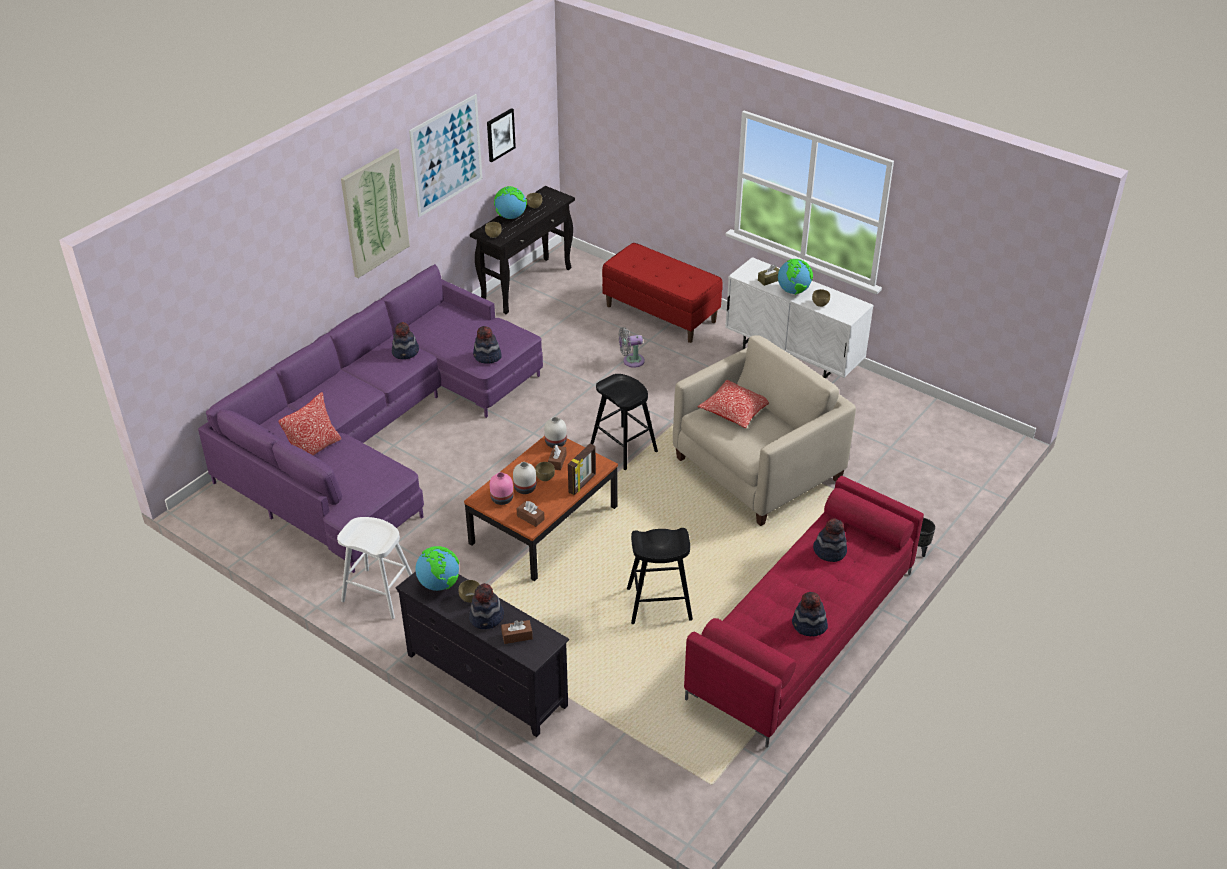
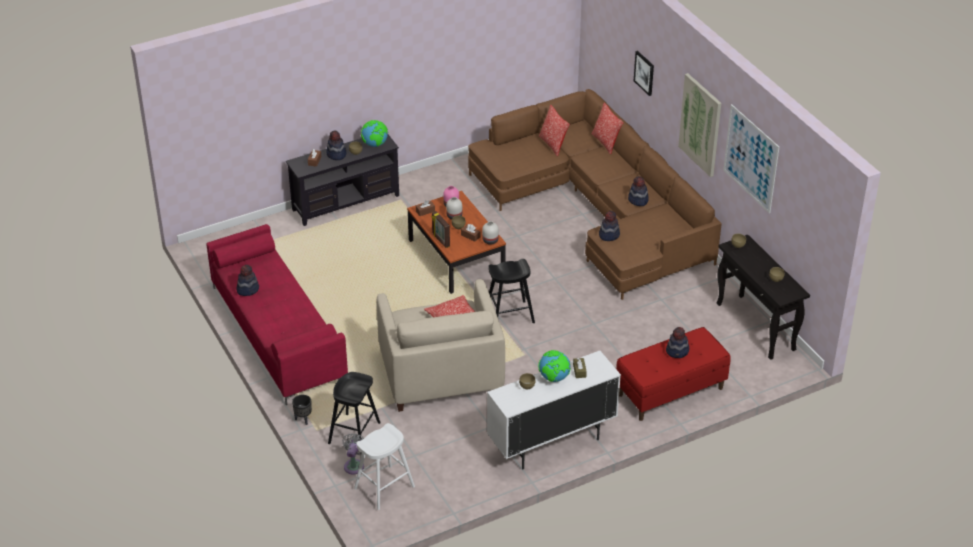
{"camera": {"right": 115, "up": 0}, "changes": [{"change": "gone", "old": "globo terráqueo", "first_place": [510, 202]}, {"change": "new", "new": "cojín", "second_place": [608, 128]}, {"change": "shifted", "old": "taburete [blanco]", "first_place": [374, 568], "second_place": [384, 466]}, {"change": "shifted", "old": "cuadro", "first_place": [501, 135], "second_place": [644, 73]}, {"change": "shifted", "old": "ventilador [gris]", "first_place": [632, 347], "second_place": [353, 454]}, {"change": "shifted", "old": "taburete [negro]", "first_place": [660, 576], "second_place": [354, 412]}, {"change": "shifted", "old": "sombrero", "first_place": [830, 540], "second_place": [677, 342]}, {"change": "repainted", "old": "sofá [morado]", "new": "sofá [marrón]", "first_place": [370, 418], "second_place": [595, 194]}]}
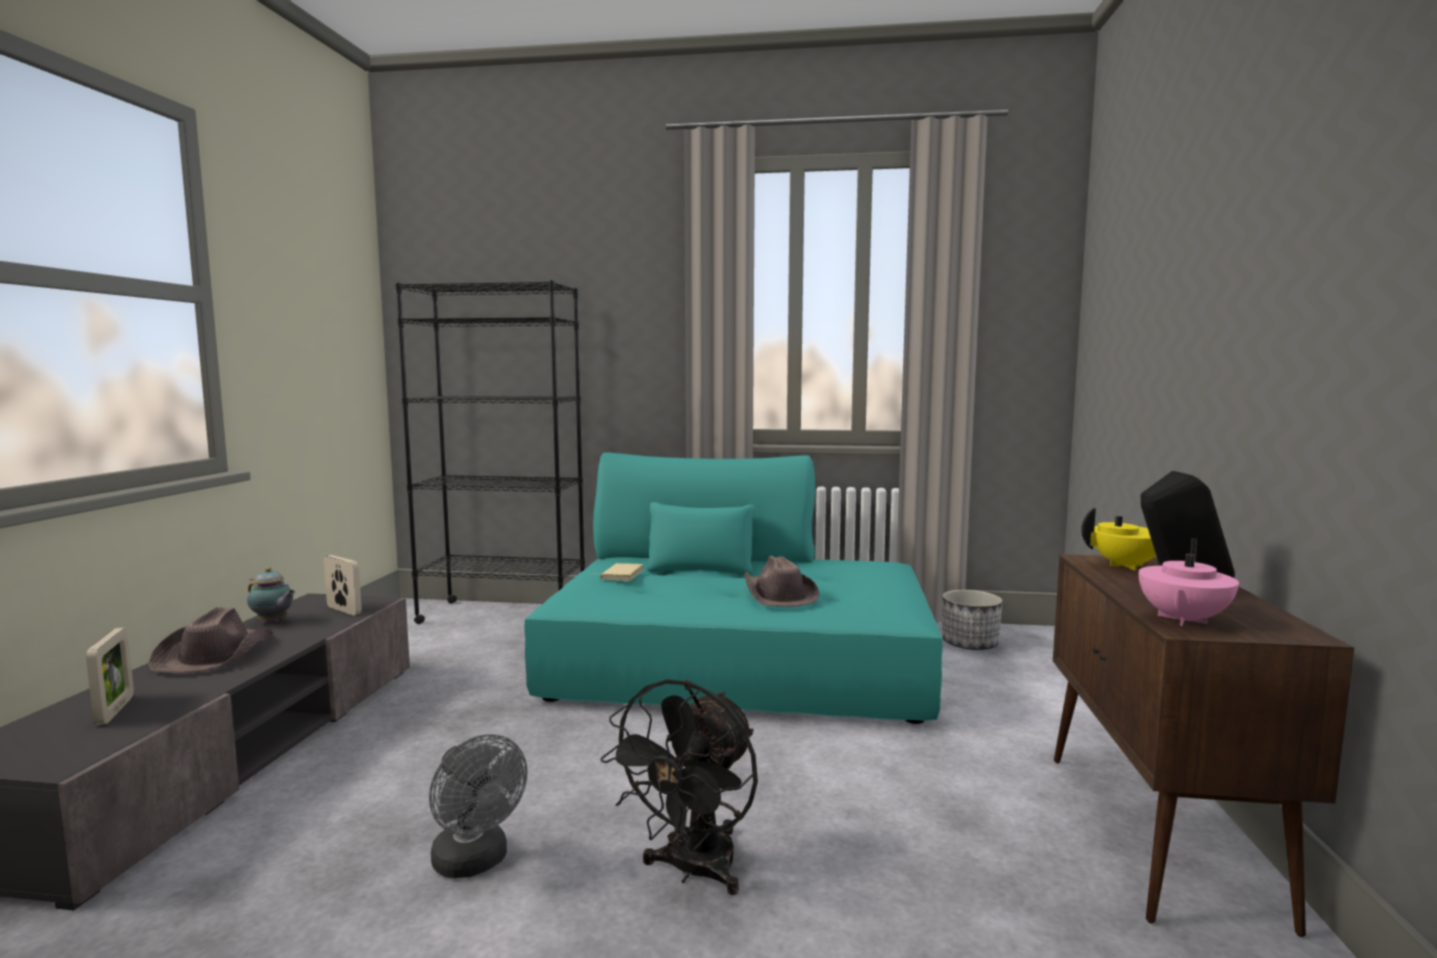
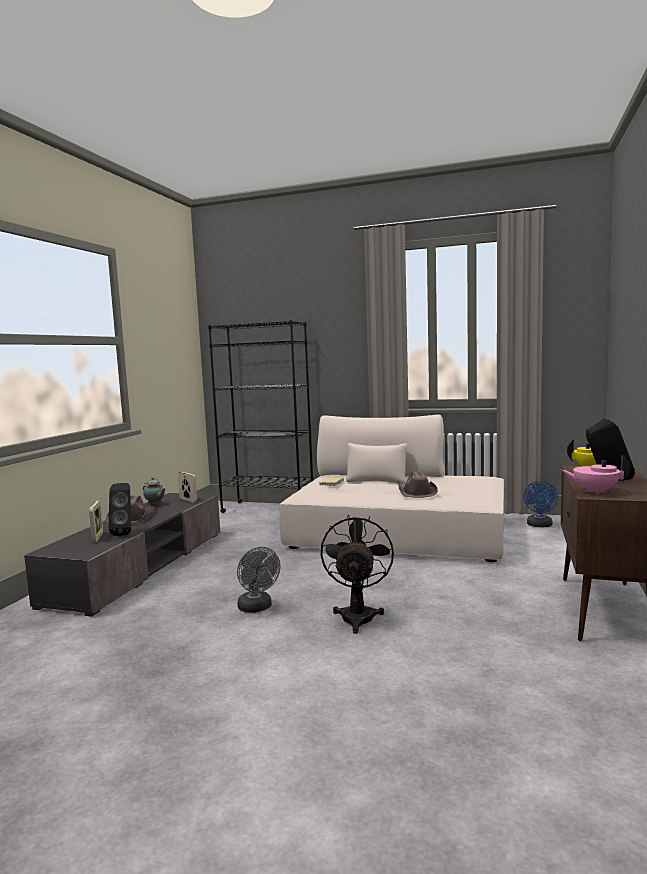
{"camera": {"right": 10, "up": 0}, "changes": [{"change": "new", "new": "altavoz [negro]", "second_place": [119, 509]}, {"change": "swapped", "old": "maceta", "new": "ventilador [azul]", "first_place": [972, 620], "second_place": [540, 504]}, {"change": "repainted", "old": "sofá [turquesa]", "new": "sofá [beis]", "first_place": [733, 588], "second_place": [391, 488]}, {"change": "rotated", "old": "ventilador [negro]", "first_place": [679, 787], "second_place": [357, 574], "degrees": 150}, {"change": "rotated", "old": "tetera [rosa]", "first_place": [1189, 582], "second_place": [595, 475], "degrees": 60}]}
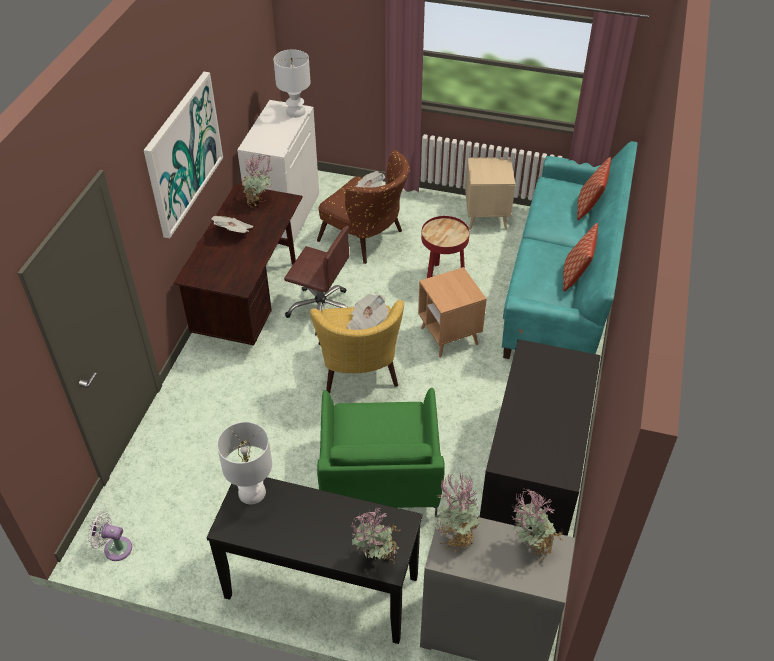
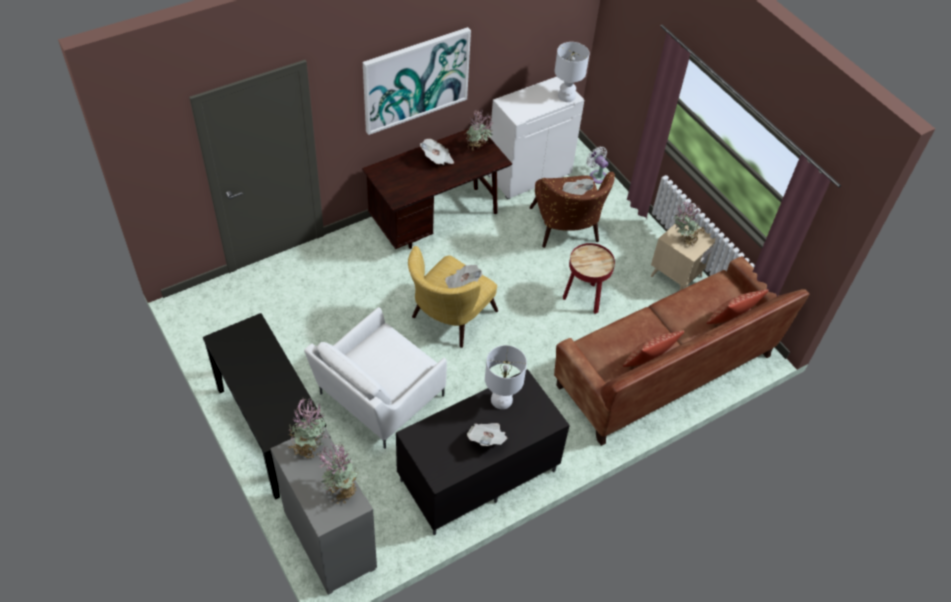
{"camera": {"right": 40, "up": 5}, "changes": [{"change": "gone", "old": "silla de oficina [marrón]", "first_place": [316, 281]}, {"change": "gone", "old": "mesa auxiliar [marrón]", "first_place": [452, 312]}, {"change": "new", "new": "periódico", "second_place": [487, 434]}, {"change": "shifted", "old": "ventilador [blanco]", "first_place": [110, 536], "second_place": [597, 165]}, {"change": "shifted", "old": "lámpara de mesa [blanco]", "first_place": [244, 463], "second_place": [506, 377]}, {"change": "shifted", "old": "planta en maceta", "first_place": [376, 536], "second_place": [689, 224]}, {"change": "repainted", "old": "sillón [verde]", "new": "sillón [blanco]", "first_place": [381, 451], "second_place": [375, 378]}, {"change": "repainted", "old": "sofá [turquesa]", "new": "sofá [marrón]", "first_place": [570, 250], "second_place": [681, 351]}]}
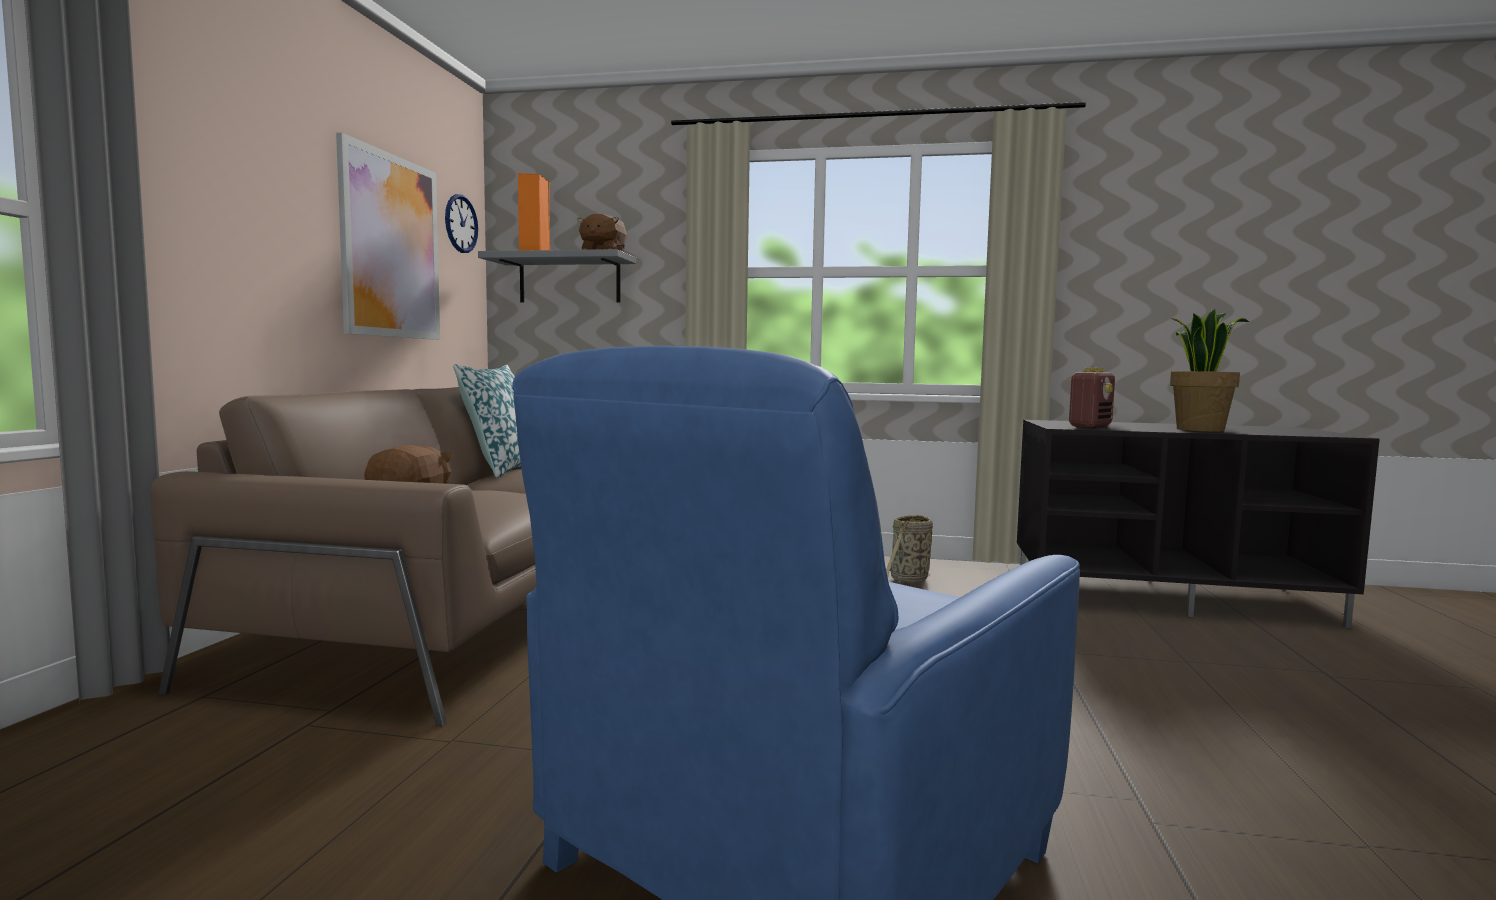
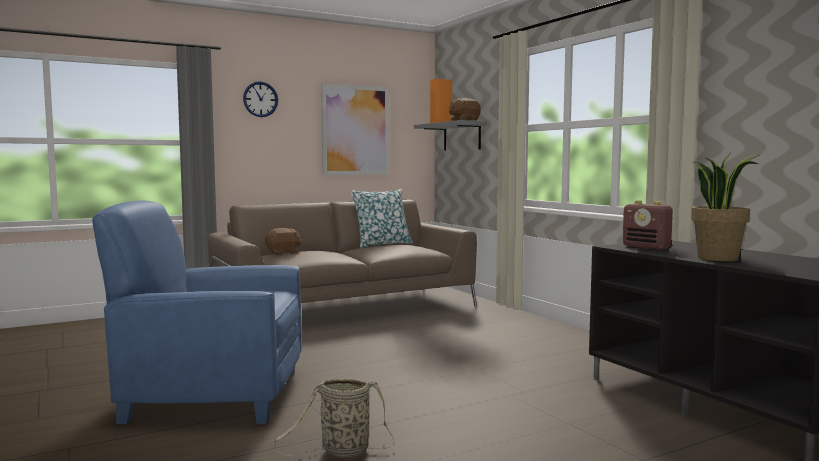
{"camera": {"right": 50, "up": 0}, "changes": [{"change": "shifted", "old": "reloj de pared", "first_place": [461, 223], "second_place": [260, 99]}, {"change": "shifted", "old": "cesta", "first_place": [909, 549], "second_place": [333, 418]}, {"change": "rotated", "old": "radio", "first_place": [1092, 398], "second_place": [648, 225], "degrees": 45}]}
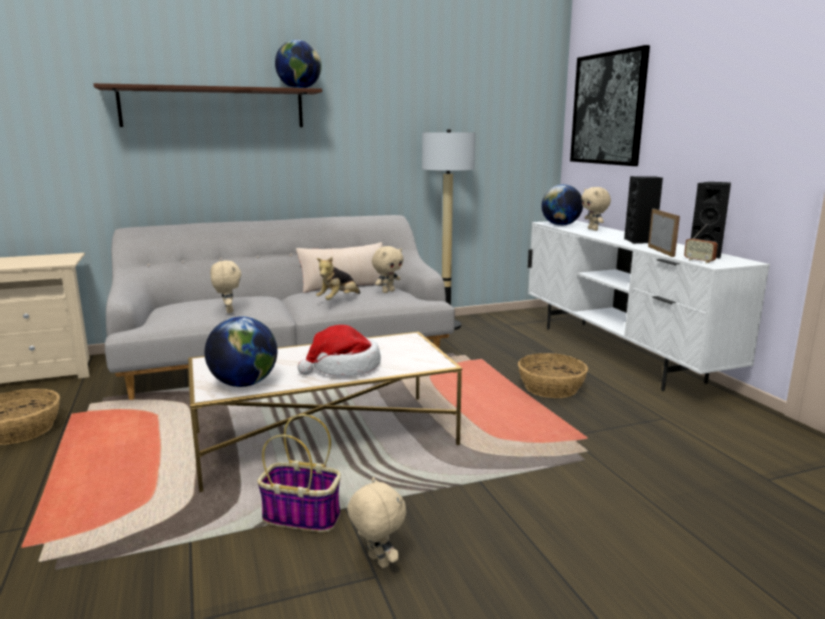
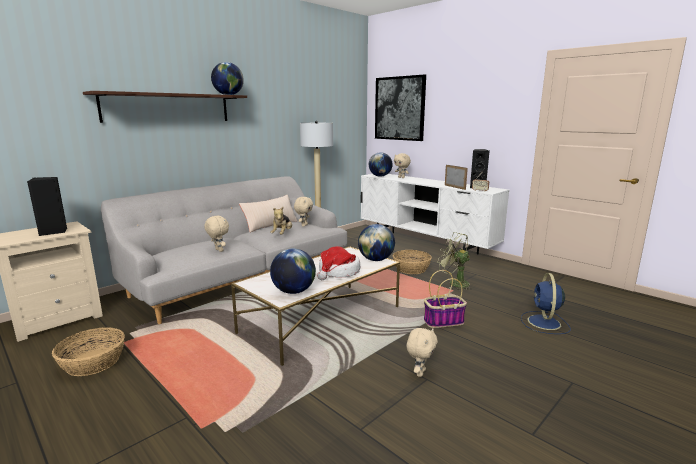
{"camera": {"right": -25, "up": 0}, "changes": [{"change": "new", "new": "globo terráqueo", "second_place": [376, 242]}, {"change": "new", "new": "ventilador [verde]", "second_place": [455, 261]}, {"change": "new", "new": "ventilador [azul]", "second_place": [546, 303]}, {"change": "shifted", "old": "cesta", "first_place": [299, 473], "second_place": [445, 299]}, {"change": "shifted", "old": "altavoz [negro]", "first_place": [643, 210], "second_place": [47, 206]}, {"change": "rotated", "old": "peluche [beis]", "first_place": [376, 522], "second_place": [421, 352], "degrees": 90}]}
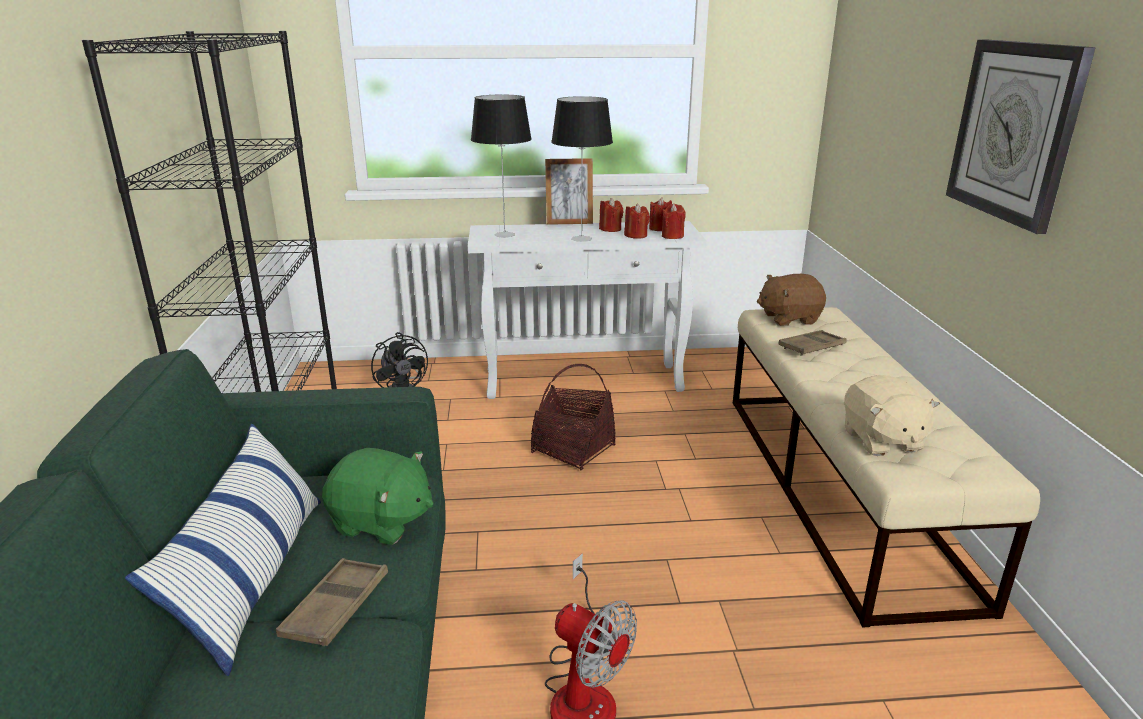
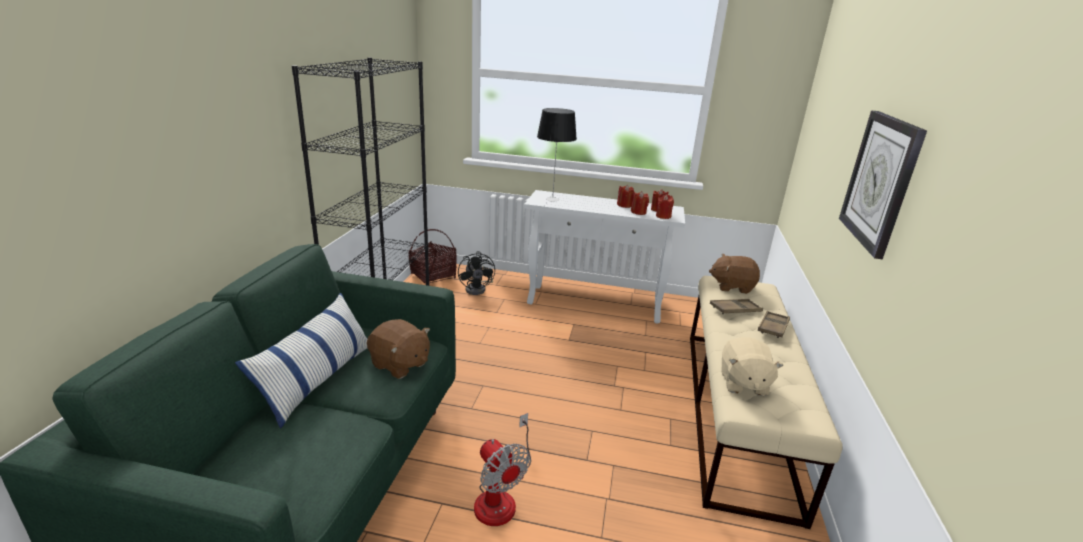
{"camera": {"right": 15, "up": 0}, "changes": [{"change": "gone", "old": "portarretratos", "first_place": [569, 191]}, {"change": "gone", "old": "lámpara de mesa", "first_place": [582, 169]}, {"change": "shifted", "old": "bandeja [marrón]", "first_place": [332, 602], "second_place": [774, 324]}, {"change": "shifted", "old": "cesta", "first_place": [573, 417], "second_place": [432, 256]}, {"change": "repainted", "old": "peluche [verde]", "new": "peluche [marrón]", "first_place": [377, 496], "second_place": [398, 349]}]}
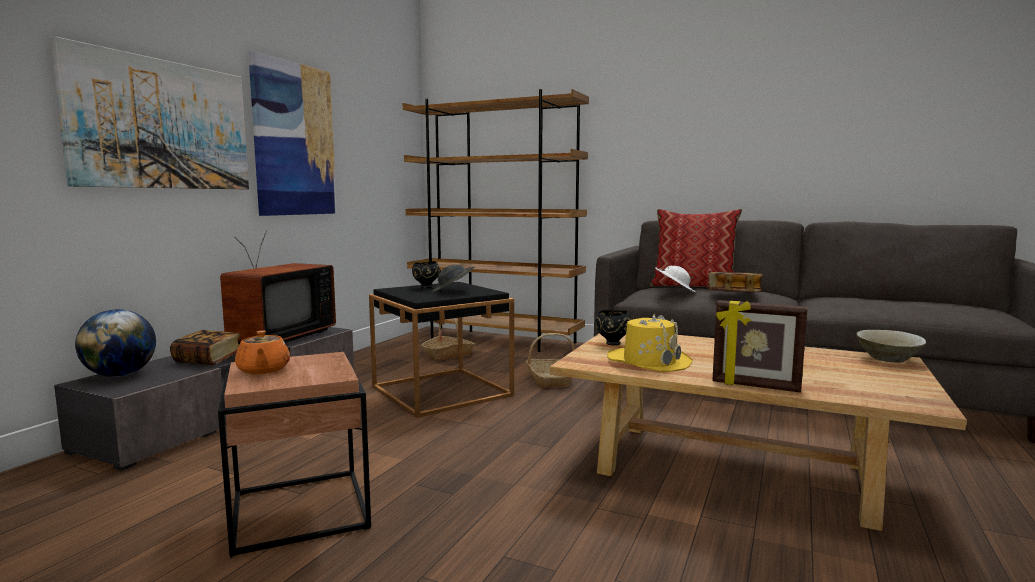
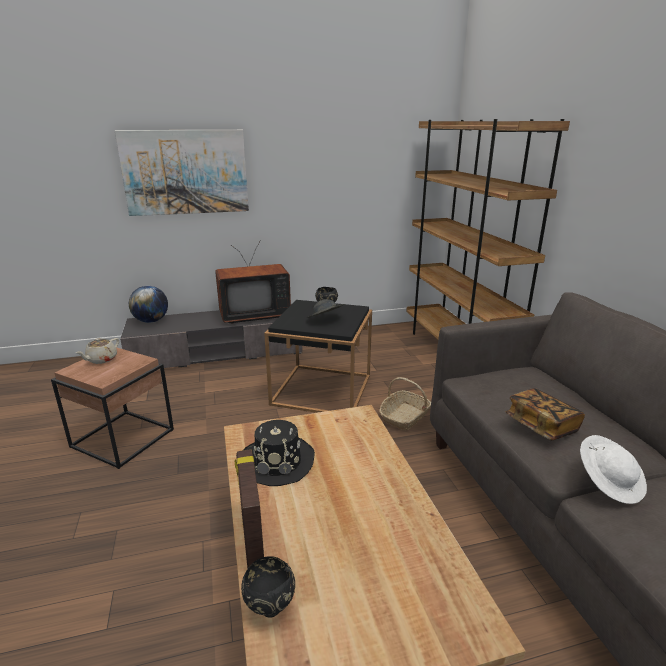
{"camera": {"right": 50, "up": 15}, "changes": [{"change": "gone", "old": "libro", "first_place": [205, 347]}, {"change": "gone", "old": "cuadro", "first_place": [292, 133]}, {"change": "gone", "old": "cesta", "first_place": [449, 339]}, {"change": "gone", "old": "cojín", "first_place": [696, 248]}, {"change": "gone", "old": "cuenco [beis]", "first_place": [891, 346]}, {"change": "shifted", "old": "cuenco [negro]", "first_place": [613, 328], "second_place": [268, 587]}, {"change": "shifted", "old": "sombrero [blanco]", "first_place": [675, 279], "second_place": [613, 469]}, {"change": "repainted", "old": "tetera [naranja]", "new": "tetera [beis]", "first_place": [262, 352], "second_place": [97, 351]}, {"change": "repainted", "old": "sombrero [amarillo]", "new": "sombrero [negro]", "first_place": [650, 343], "second_place": [279, 453]}]}
